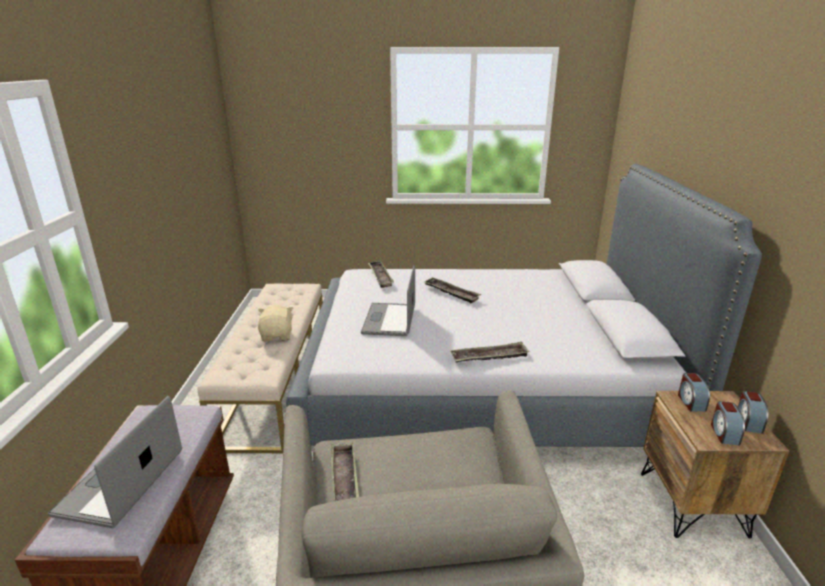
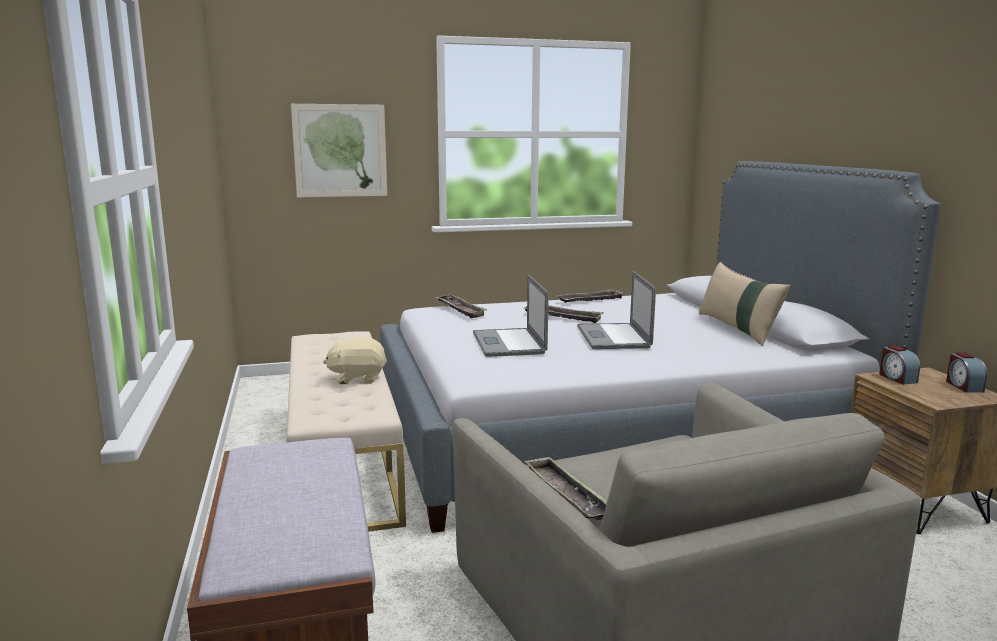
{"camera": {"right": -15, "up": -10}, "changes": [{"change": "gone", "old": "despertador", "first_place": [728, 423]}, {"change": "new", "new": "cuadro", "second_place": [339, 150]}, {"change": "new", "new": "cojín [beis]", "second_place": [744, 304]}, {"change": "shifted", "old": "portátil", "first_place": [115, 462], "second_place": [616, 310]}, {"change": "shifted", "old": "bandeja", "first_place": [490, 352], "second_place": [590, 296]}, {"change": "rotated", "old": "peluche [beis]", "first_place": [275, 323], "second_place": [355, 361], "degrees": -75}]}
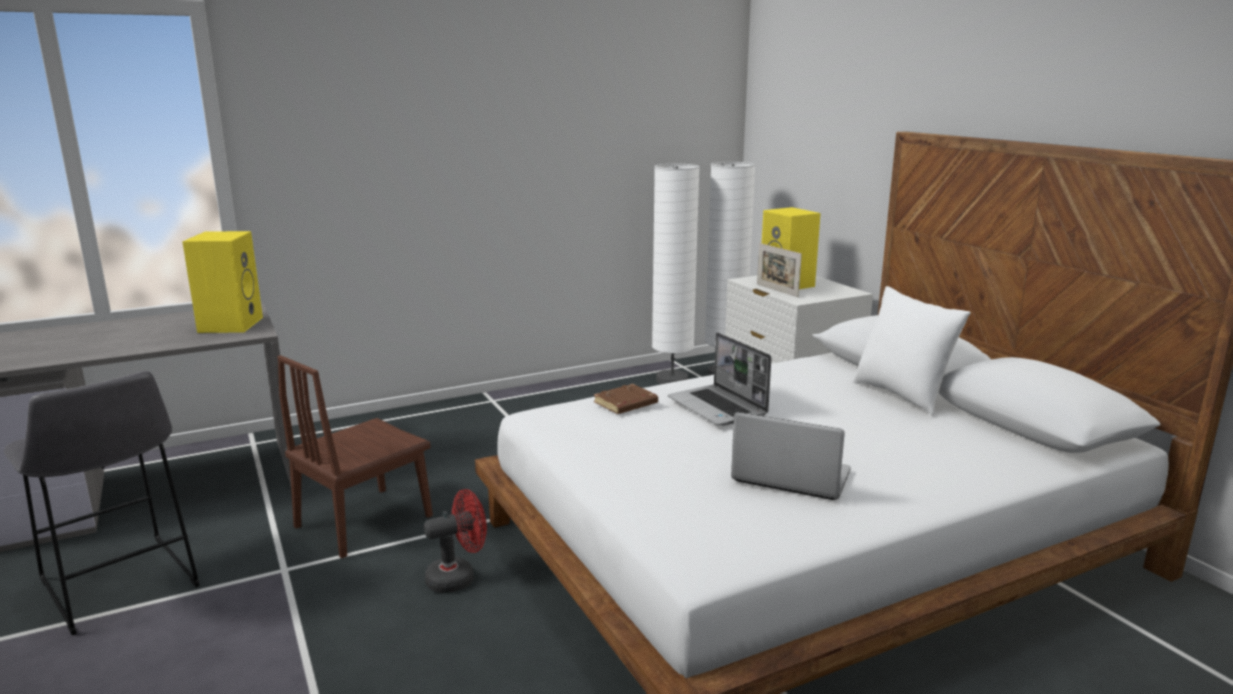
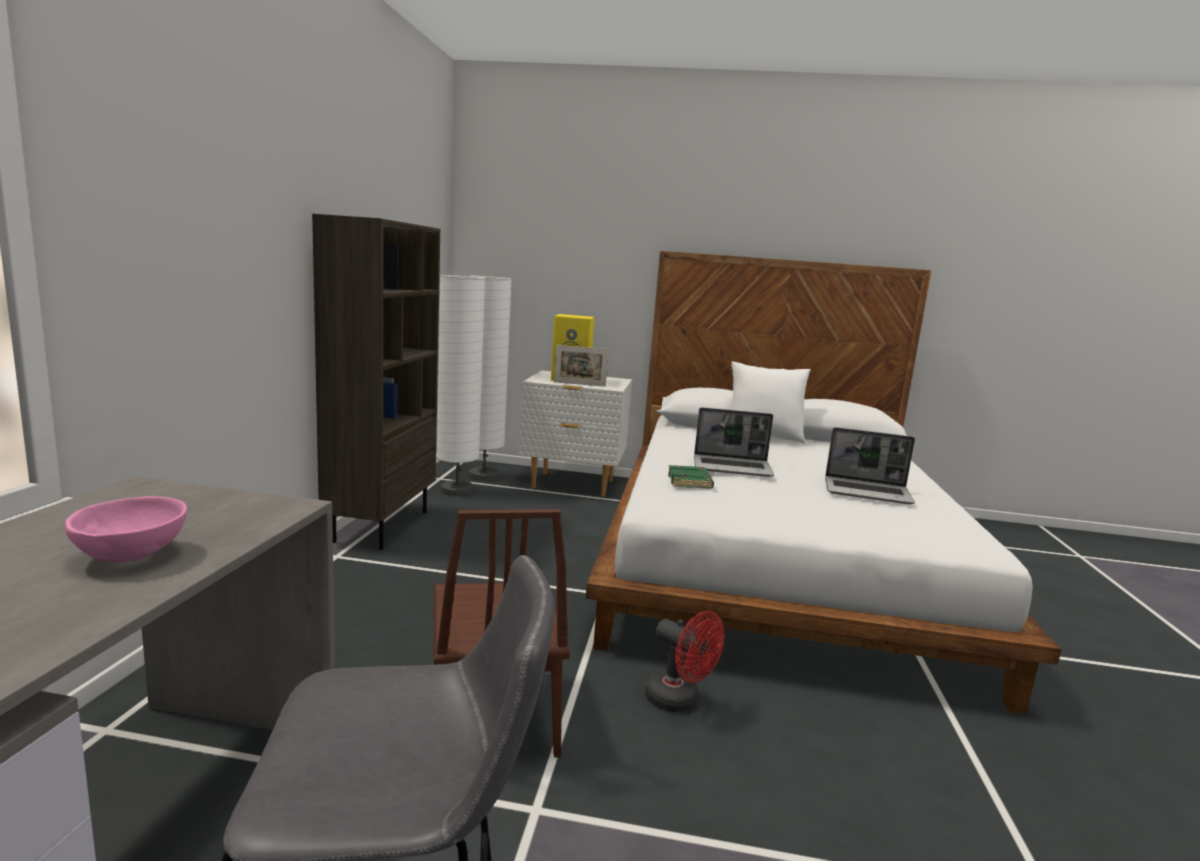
{"camera": {"right": -55, "up": -5}, "changes": [{"change": "gone", "old": "altavoz [amarillo]", "first_place": [222, 282]}, {"change": "new", "new": "cuenco [rosa]", "second_place": [126, 529]}, {"change": "new", "new": "estantería [marrón]", "second_place": [376, 382]}, {"change": "repainted", "old": "libro [marrón]", "new": "libro [verde]", "first_place": [626, 399], "second_place": [691, 477]}, {"change": "rotated", "old": "ventilador [rojo]", "first_place": [455, 541], "second_place": [685, 661], "degrees": 120}, {"change": "rotated", "old": "portátil", "first_place": [791, 456], "second_place": [870, 465], "degrees": -135}]}
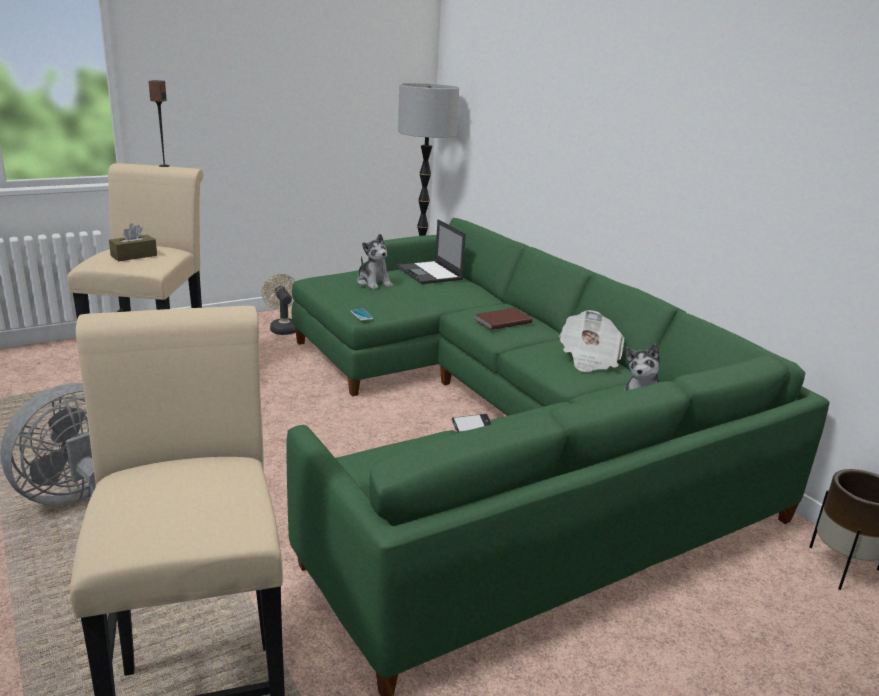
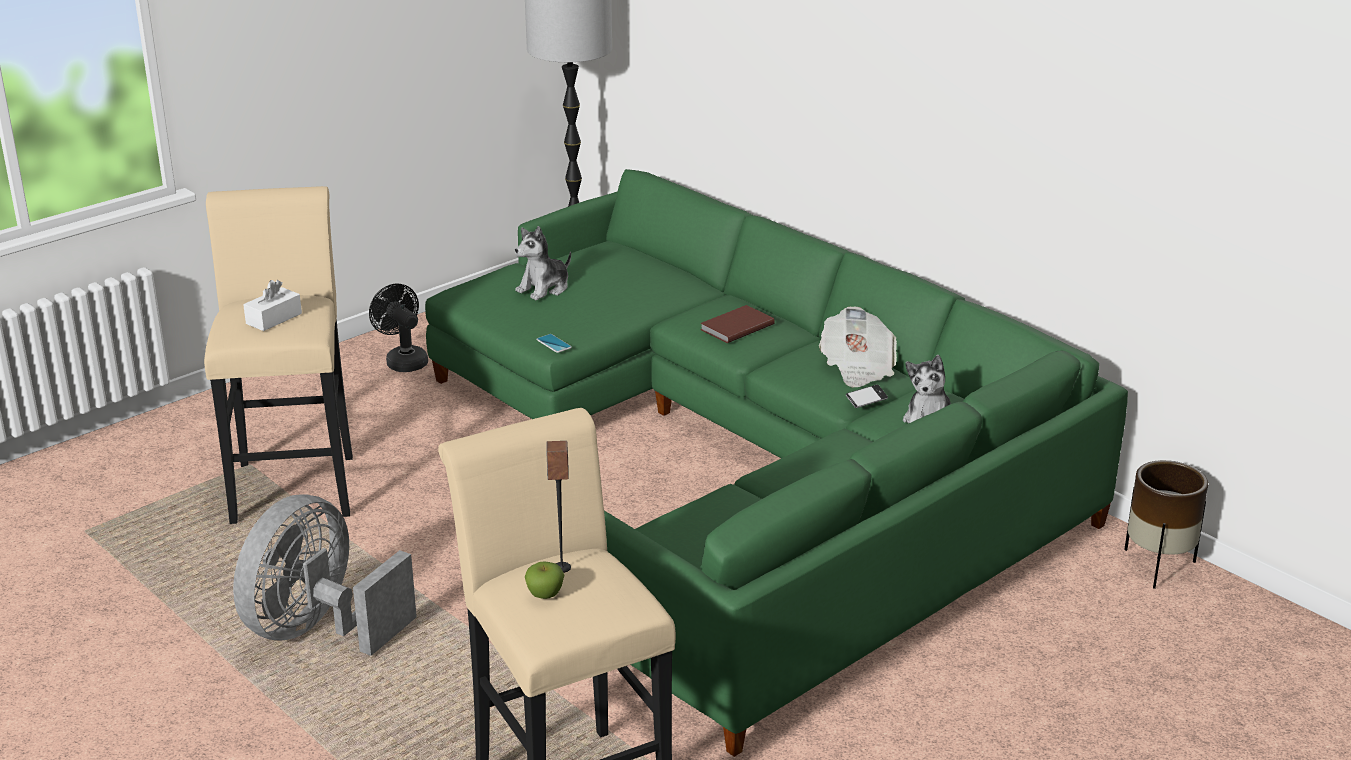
{"camera": {"right": -10, "up": 5}, "changes": [{"change": "gone", "old": "portátil", "first_place": [431, 251]}, {"change": "new", "new": "manzana", "second_place": [544, 580]}, {"change": "shifted", "old": "altavoz", "first_place": [159, 123], "second_place": [558, 507]}, {"change": "shifted", "old": "móvil", "first_place": [471, 423], "second_place": [867, 396]}, {"change": "repainted", "old": "caja de pañuelos [marrón]", "new": "caja de pañuelos [blanco]", "first_place": [133, 242], "second_place": [272, 305]}, {"change": "repainted", "old": "ventilador [beis]", "new": "ventilador [negro]", "first_place": [278, 304], "second_place": [398, 328]}, {"change": "rotated", "old": "peluche", "first_place": [375, 262], "second_place": [543, 263], "degrees": 90}]}
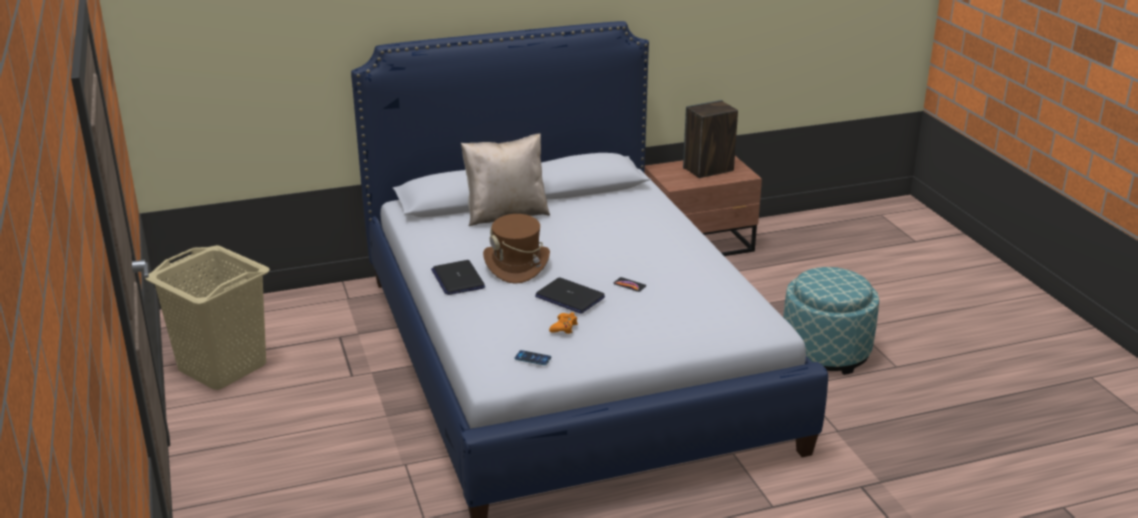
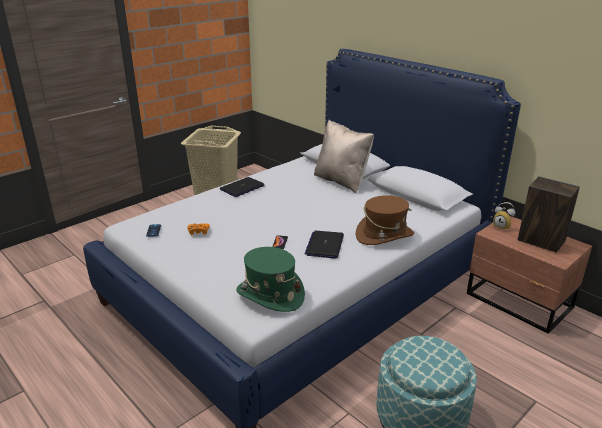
{"camera": {"right": 65, "up": 0}, "changes": [{"change": "new", "new": "sombrero [verde]", "second_place": [270, 279]}, {"change": "new", "new": "despertador", "second_place": [504, 216]}, {"change": "shifted", "old": "sombrero [marrón]", "first_place": [516, 249], "second_place": [385, 220]}, {"change": "shifted", "old": "portátil", "first_place": [570, 295], "second_place": [324, 245]}]}
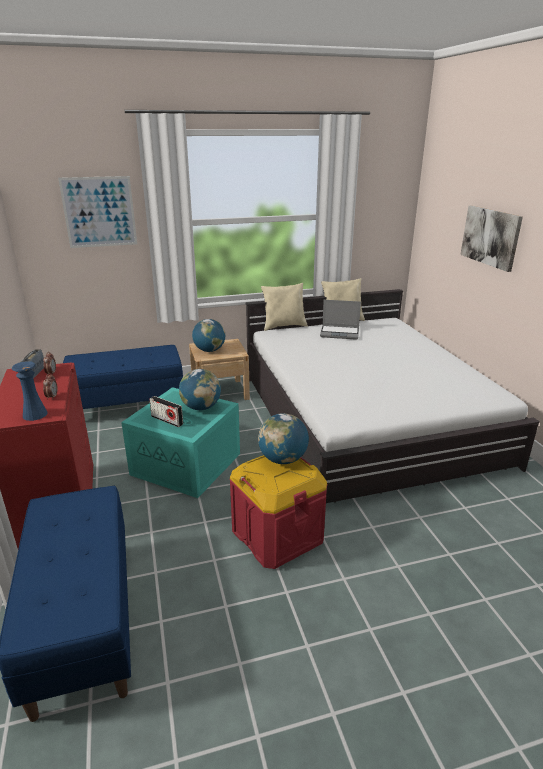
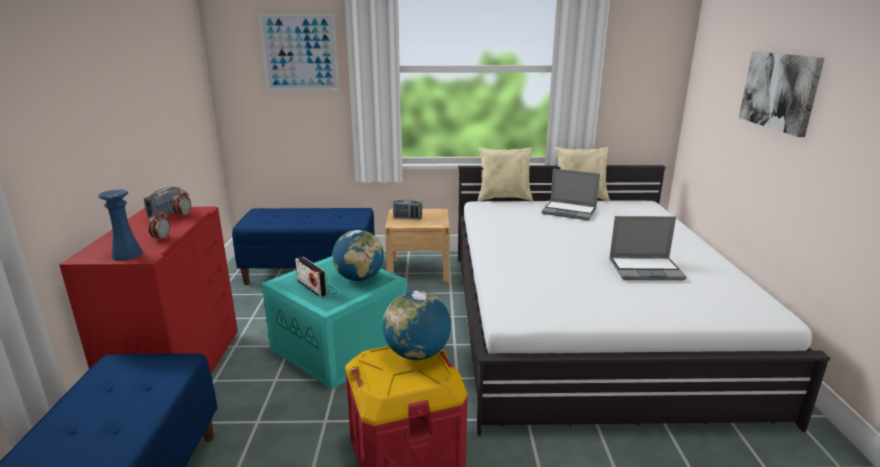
{"camera": {"right": 15, "up": -5}, "changes": [{"change": "new", "new": "portátil", "second_place": [647, 248]}, {"change": "swapped", "old": "globo terráqueo", "new": "radio", "first_place": [208, 335], "second_place": [407, 209]}]}
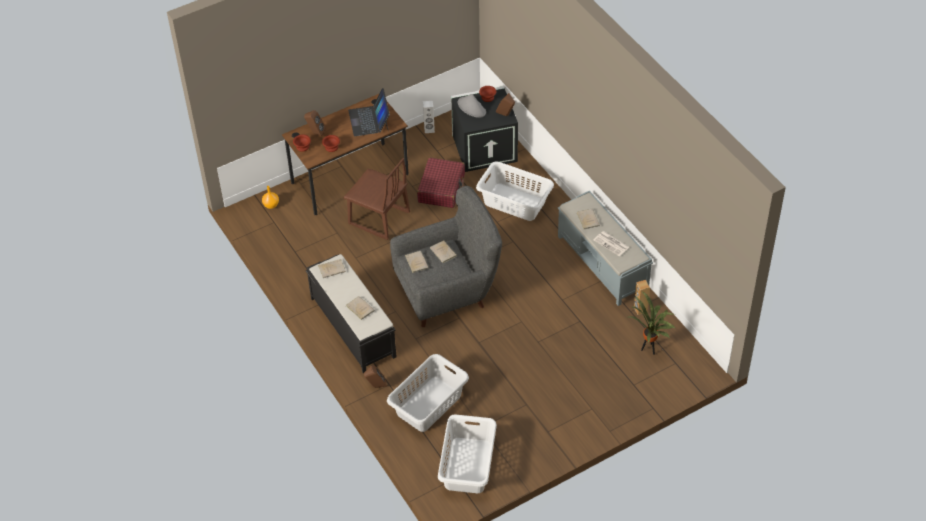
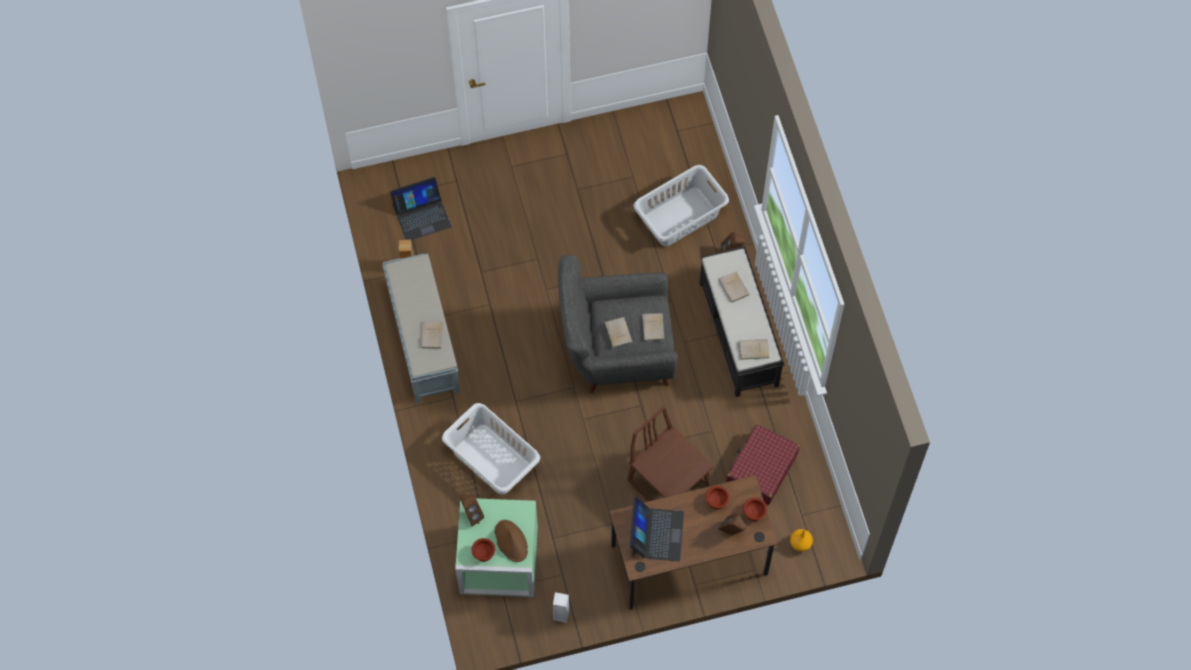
{"camera": {"right": -165, "up": 15}, "changes": [{"change": "gone", "old": "cesto de la ropa [blanco]", "first_place": [467, 453]}, {"change": "gone", "old": "periódico", "first_place": [611, 243]}, {"change": "shifted", "old": "maleta [rojo]", "first_place": [441, 183], "second_place": [763, 464]}, {"change": "swapped", "old": "planta en maceta", "new": "portátil", "first_place": [651, 323], "second_place": [420, 208]}, {"change": "repainted", "old": "caja de almacenaje [negro]", "new": "caja de almacenaje [verde]", "first_place": [484, 129], "second_place": [496, 547]}, {"change": "repainted", "old": "sombrero [gris]", "new": "sombrero [marrón]", "first_place": [472, 106], "second_place": [511, 541]}]}
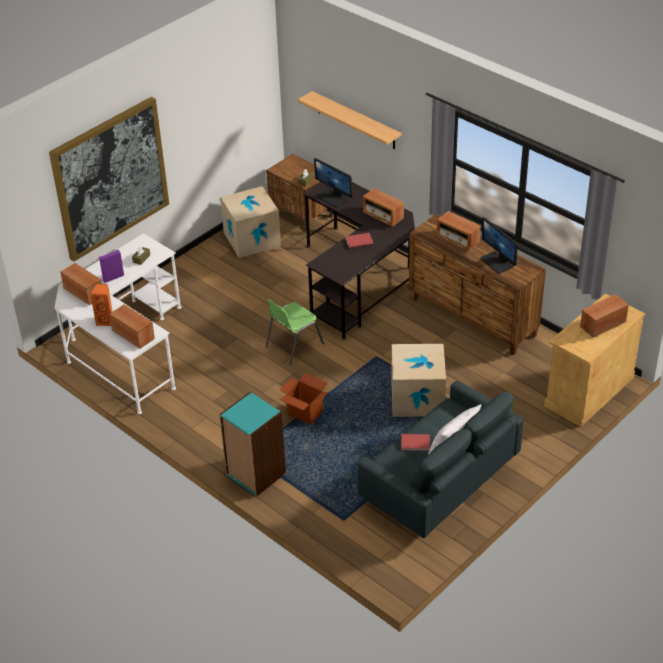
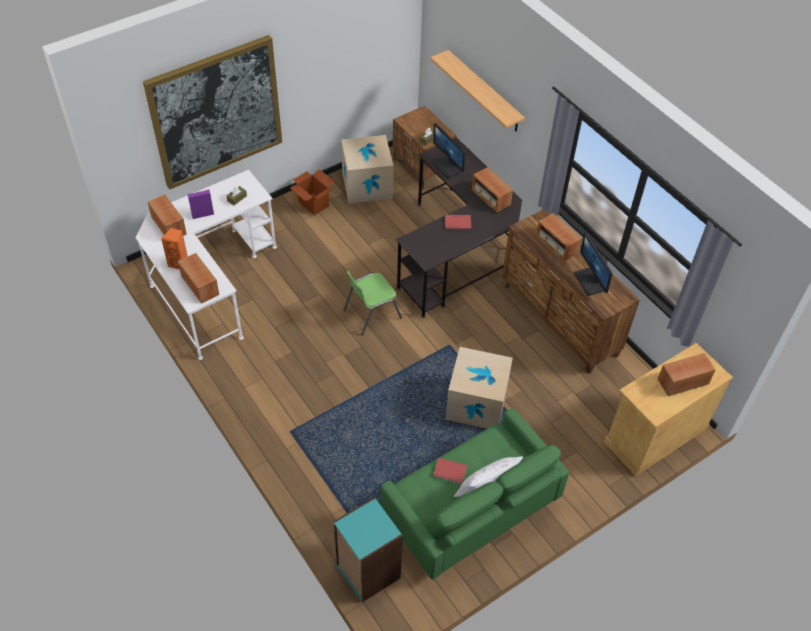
{"camera": {"right": 10, "up": 10}, "changes": [{"change": "shifted", "old": "estantería [turquesa]", "first_place": [252, 444], "second_place": [368, 550]}, {"change": "shifted", "old": "caja de cartón", "first_place": [304, 399], "second_place": [312, 192]}, {"change": "repainted", "old": "sofá [gris]", "new": "sofá [verde]", "first_place": [440, 459], "second_place": [474, 494]}]}
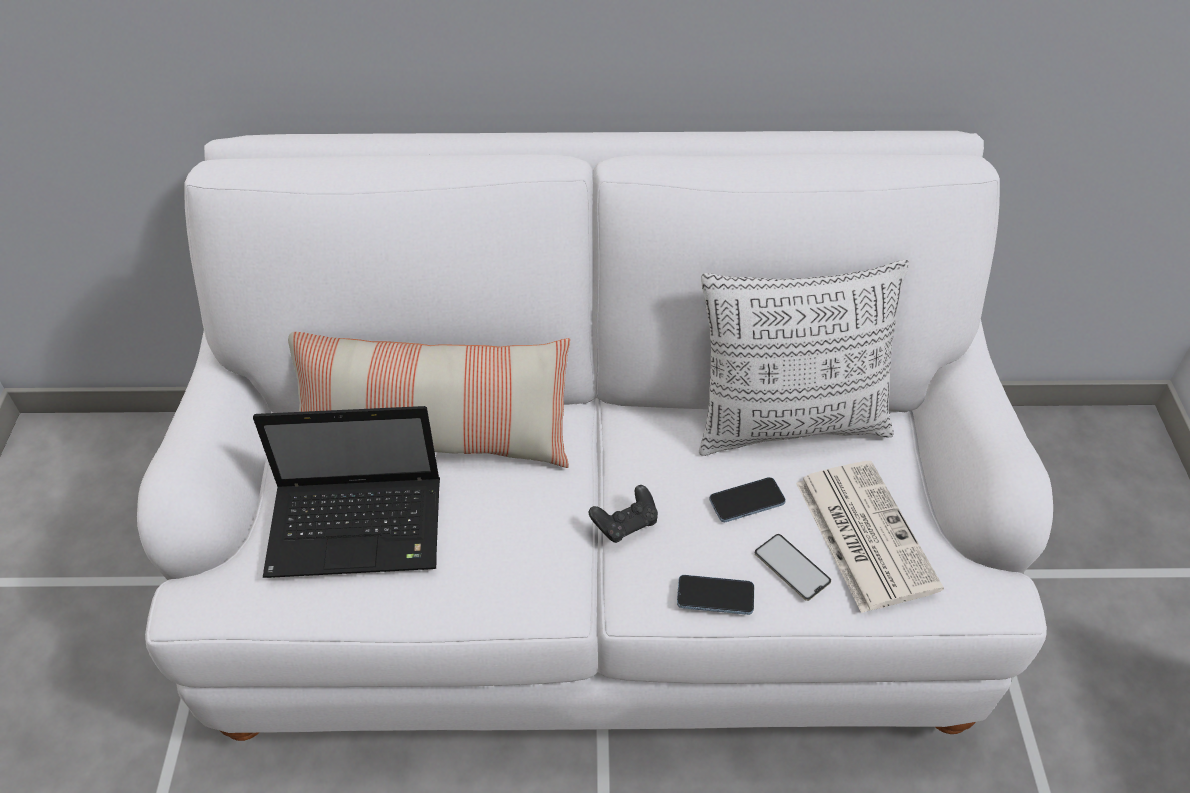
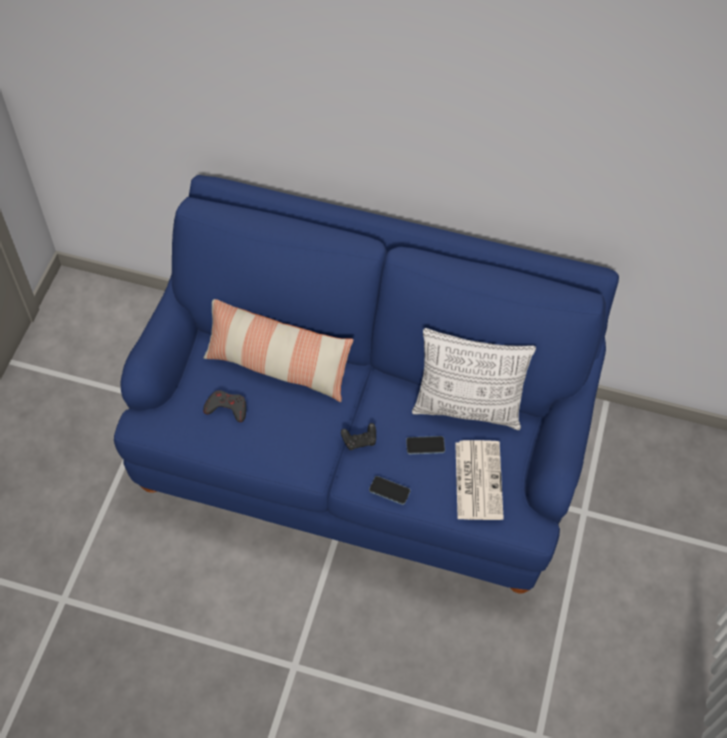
{"camera": {"right": 15, "up": 10}, "changes": [{"change": "gone", "old": "móvil", "first_place": [793, 567]}, {"change": "swapped", "old": "portátil", "new": "mando de consola [gris]", "first_place": [346, 492], "second_place": [224, 406]}, {"change": "repainted", "old": "sofá [blanco]", "new": "sofá [azul]", "first_place": [595, 436], "second_place": [366, 384]}]}
